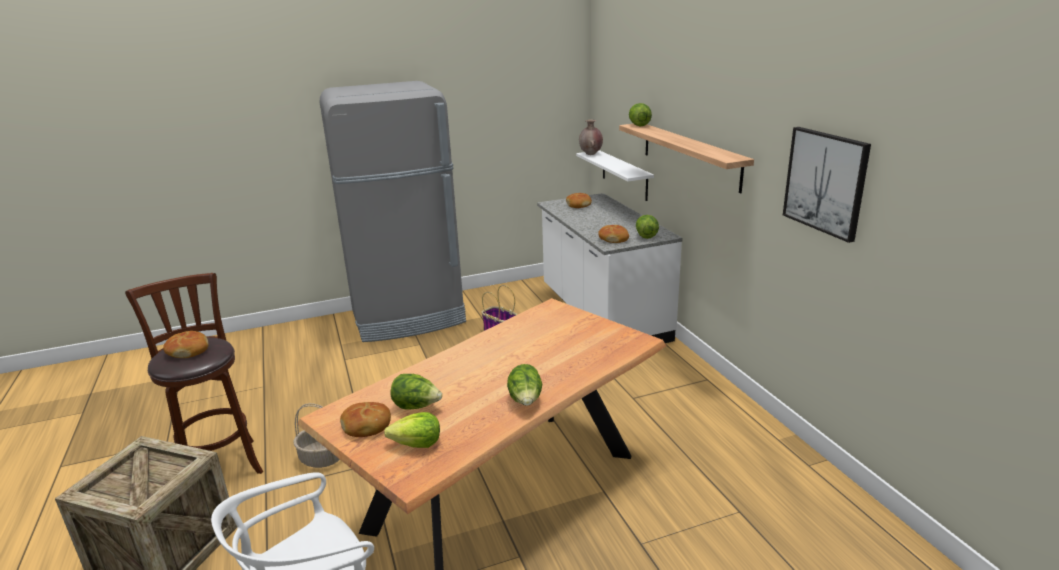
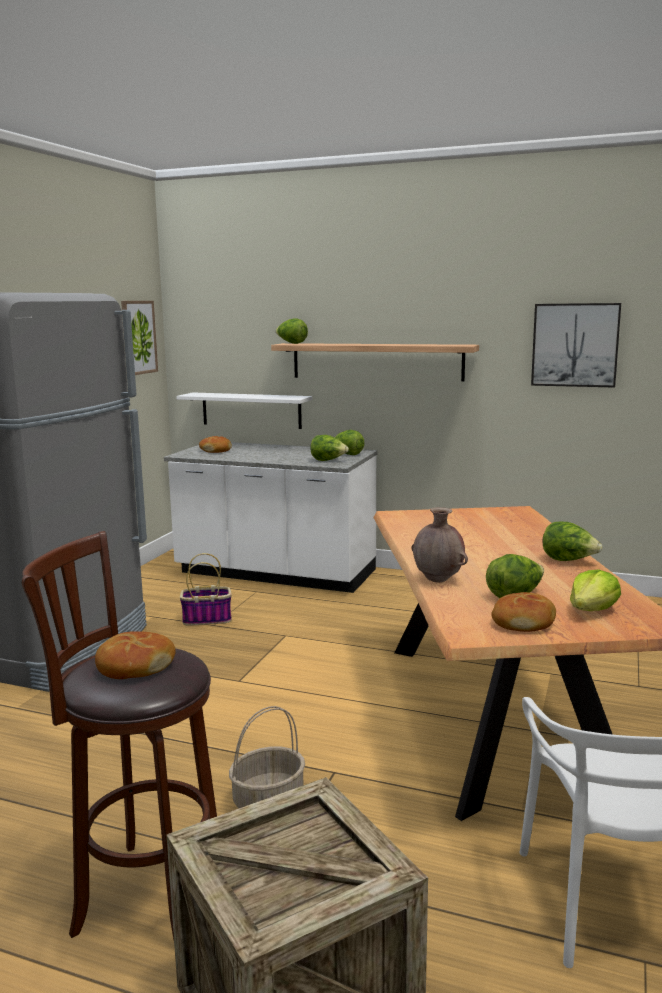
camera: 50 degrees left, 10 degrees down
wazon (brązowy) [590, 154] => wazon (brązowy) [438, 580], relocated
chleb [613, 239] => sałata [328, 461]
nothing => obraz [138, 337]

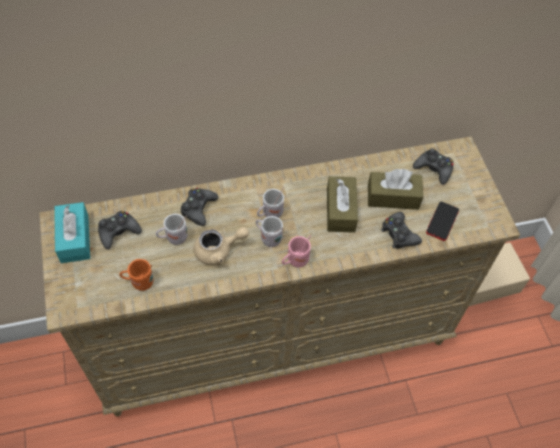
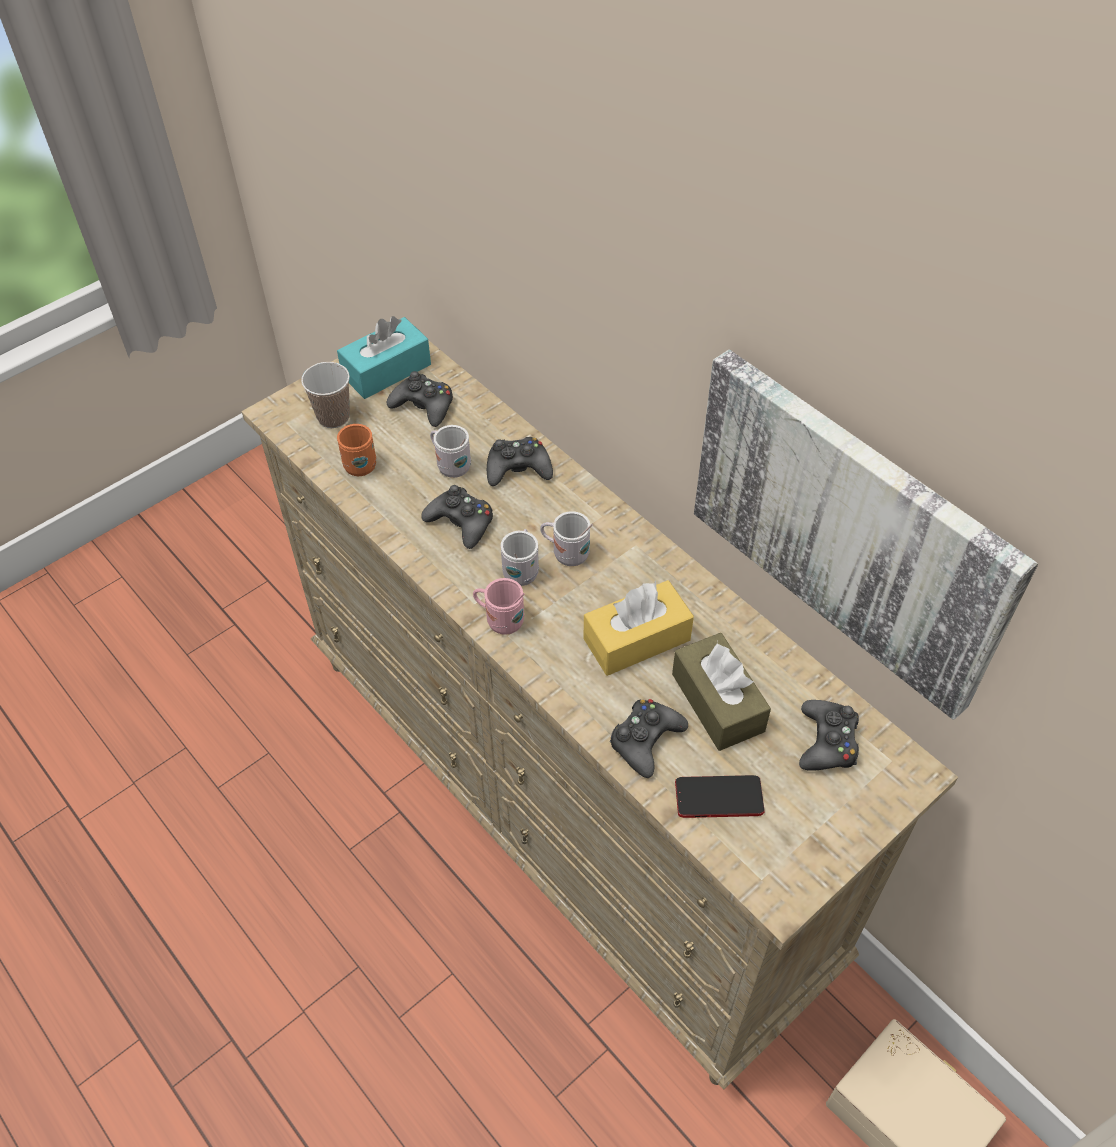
camera: 65 degrees right, 5 degrees down
pudełko chusteczek (brązowy) [340, 210] => pudełko chusteczek (żółty) [636, 639]
imbryk (beżowy) [218, 251] => pad do gier (czarny) [461, 522]
nothing => obraz [849, 529]
nothing => filiżanka [333, 417]

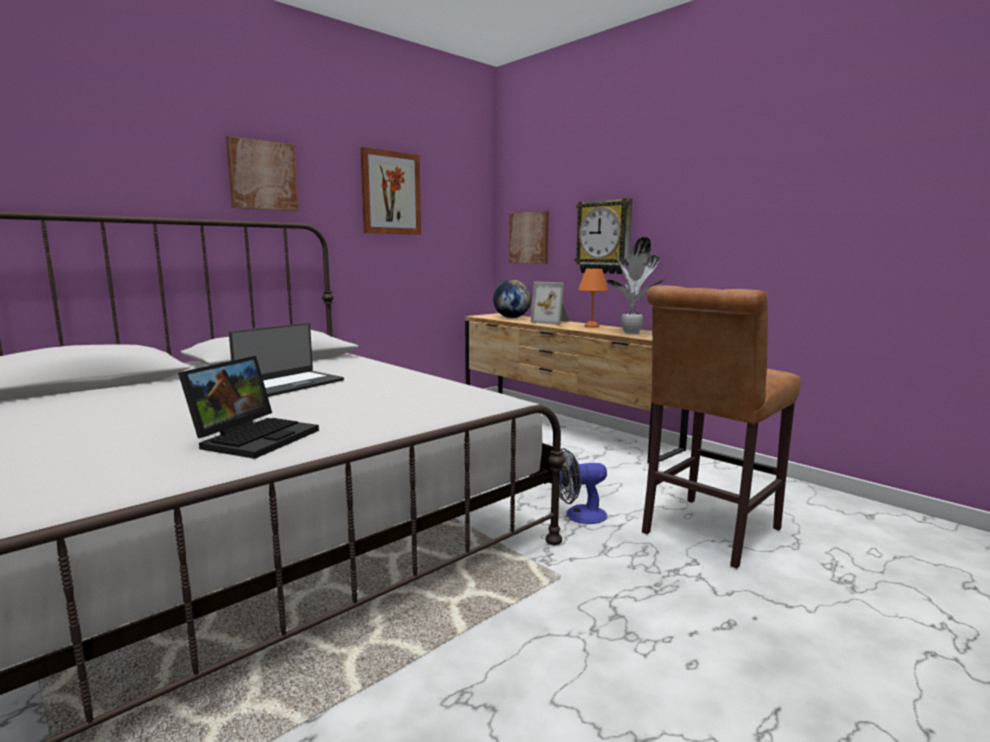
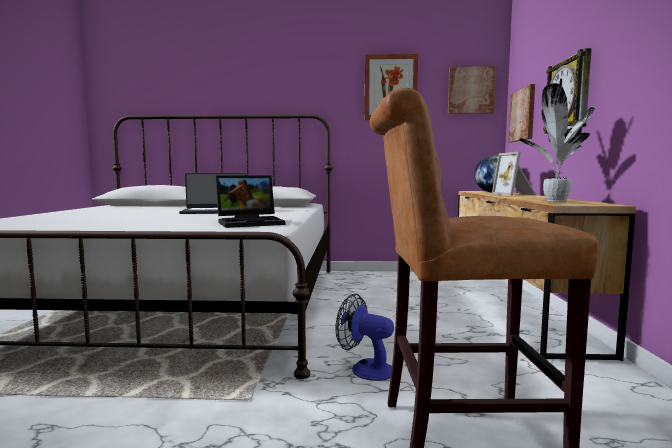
camera: 45 degrees right, 5 degrees down
obraz [263, 175] => obraz [471, 90], relocated
lampa stołowa (pomarańczowy) [592, 326] => nothing
laptop [255, 437] => laptop [251, 223], relocated

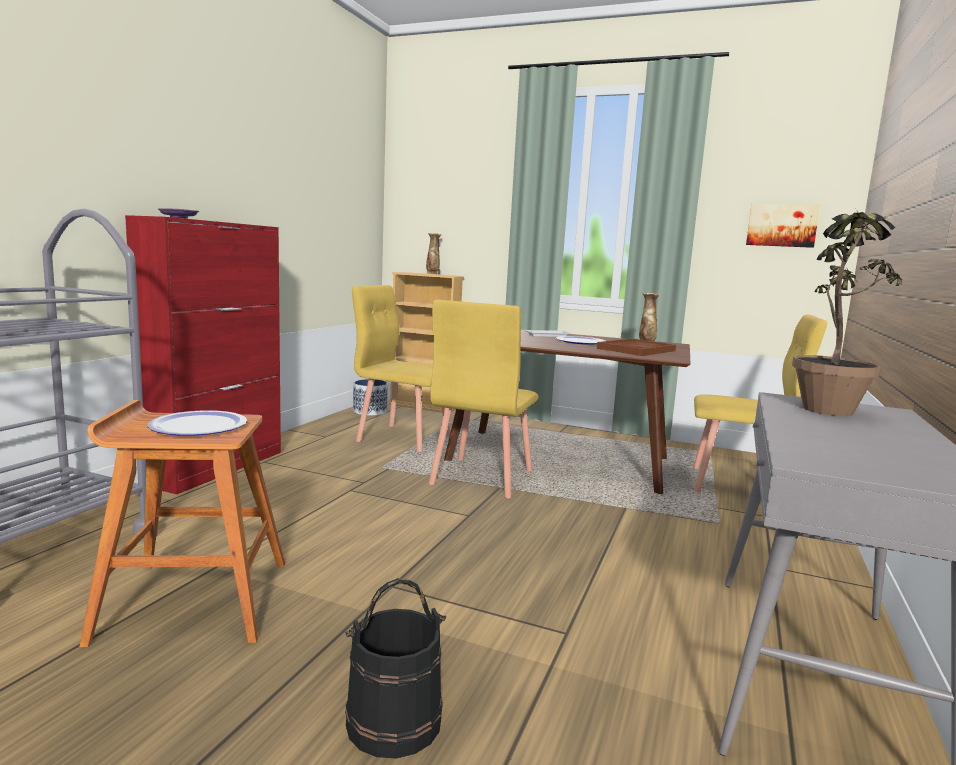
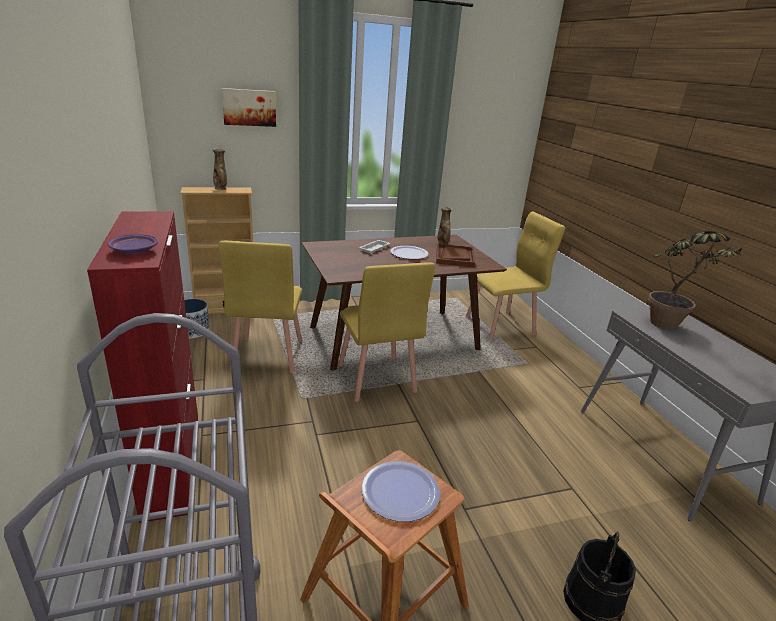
camera: 40 degrees left, 15 degrees up
obraz [781, 225] => obraz [249, 107], relocated
krzesło (żółty) [404, 438] => krzesło (żółty) [267, 355], 75 degrees counterclockwise

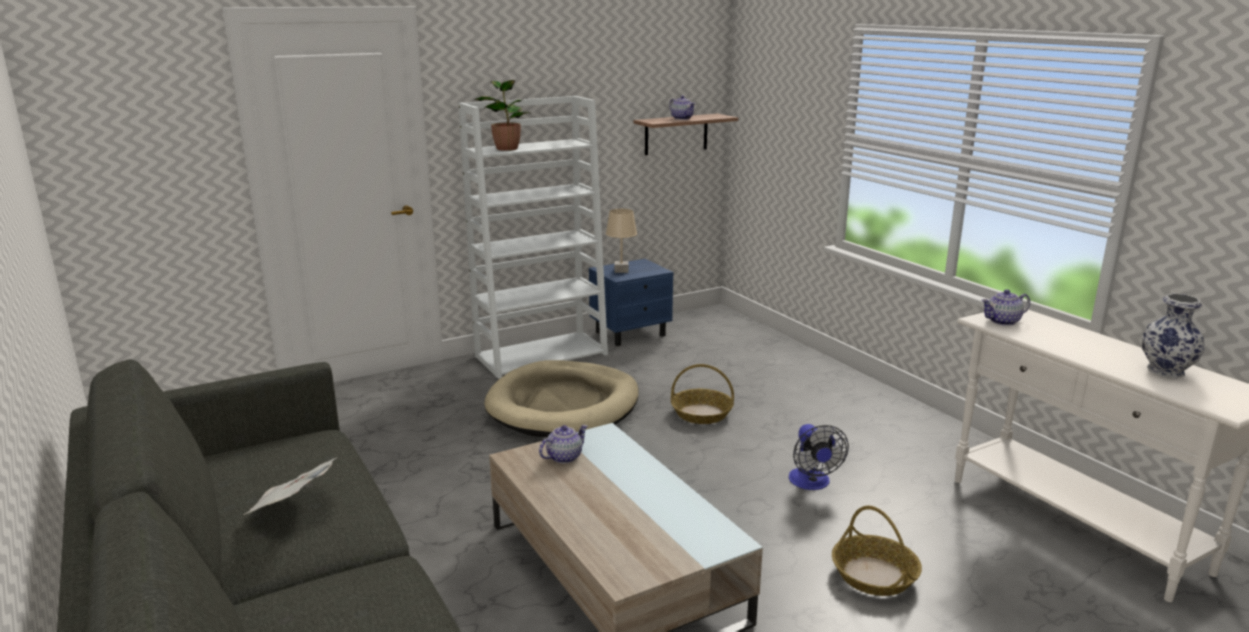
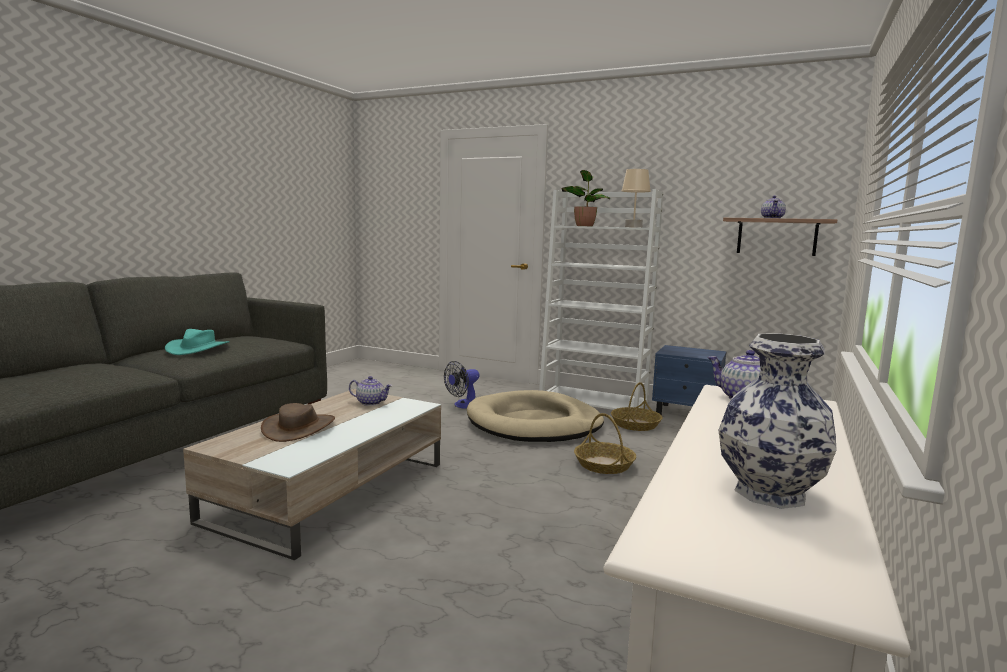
camera: 55 degrees right, 10 degrees down
lampa stołowa (beżowy) [621, 271] => lampa stołowa (beżowy) [633, 227], relocated
wentylator [811, 483] => wentylator [463, 405], relocated
gazeta [293, 507] => kapelusz (turkusowy) [198, 348]
koszyk [874, 575] => koszyk [635, 425], relocated
nothing => kapelusz (brązowy) [299, 428]

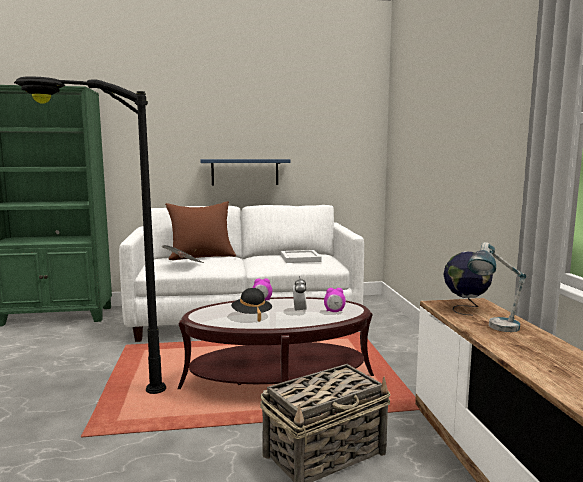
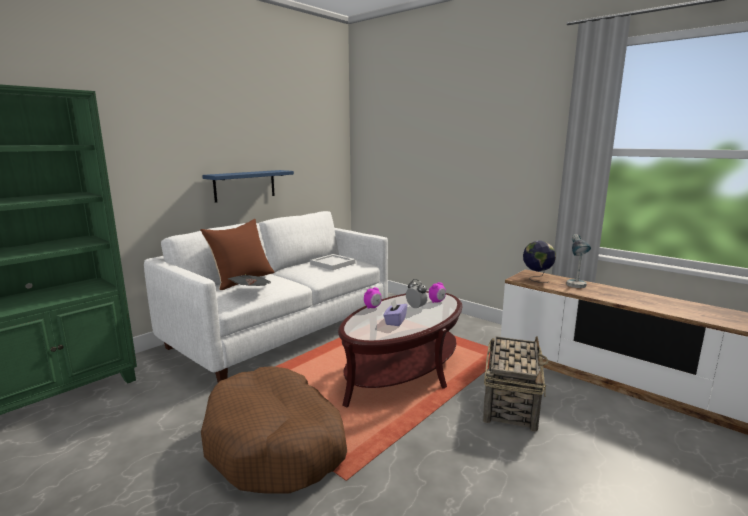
camera: 40 degrees left, 5 degrees up
lampa stojąca (czarny) [92, 392] => legowisko (brązowy) [276, 444]
kapelusz (czarny) [251, 315] => pudełko chusteczek (fioletowy) [395, 321]

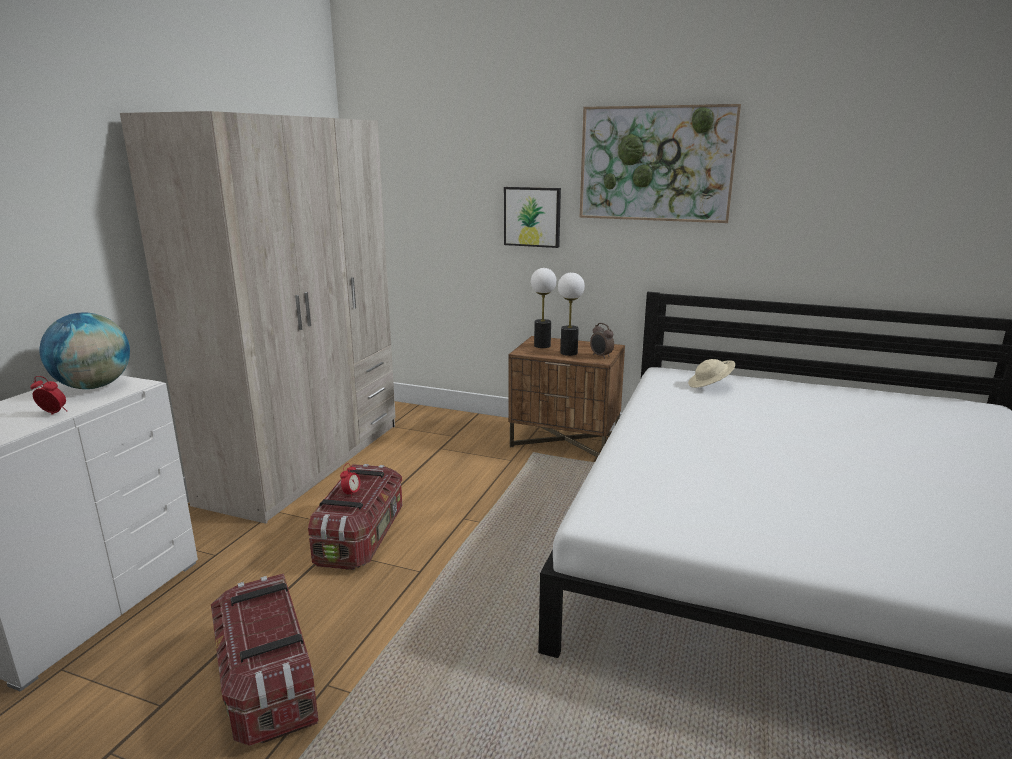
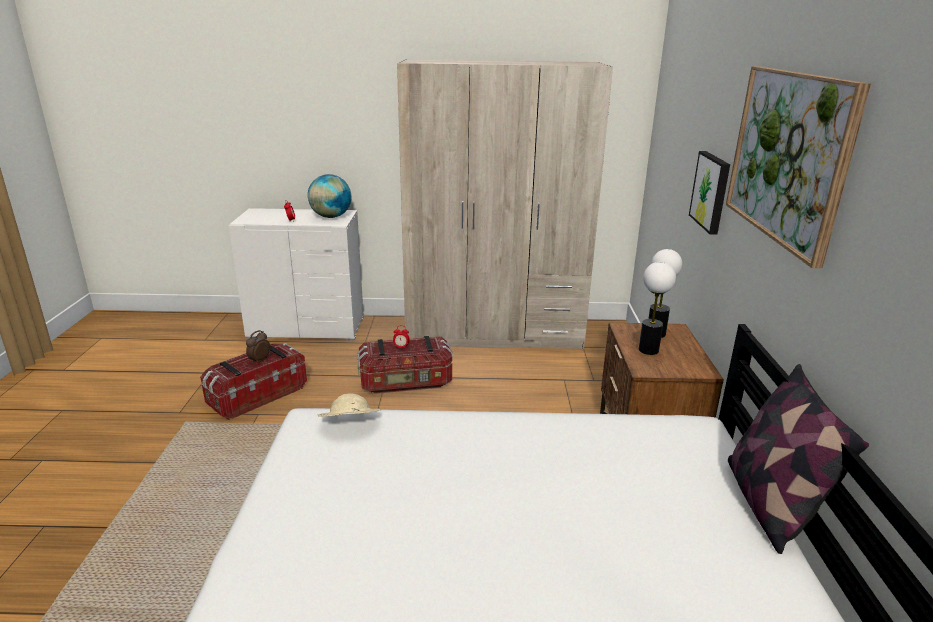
camera: 70 degrees right, 5 degrees up
budzik [601, 356] => budzik [259, 361], relocated
kapelusz (beżowy) [710, 385] => kapelusz (beżowy) [350, 425], relocated
nothing => poduszka [769, 504]

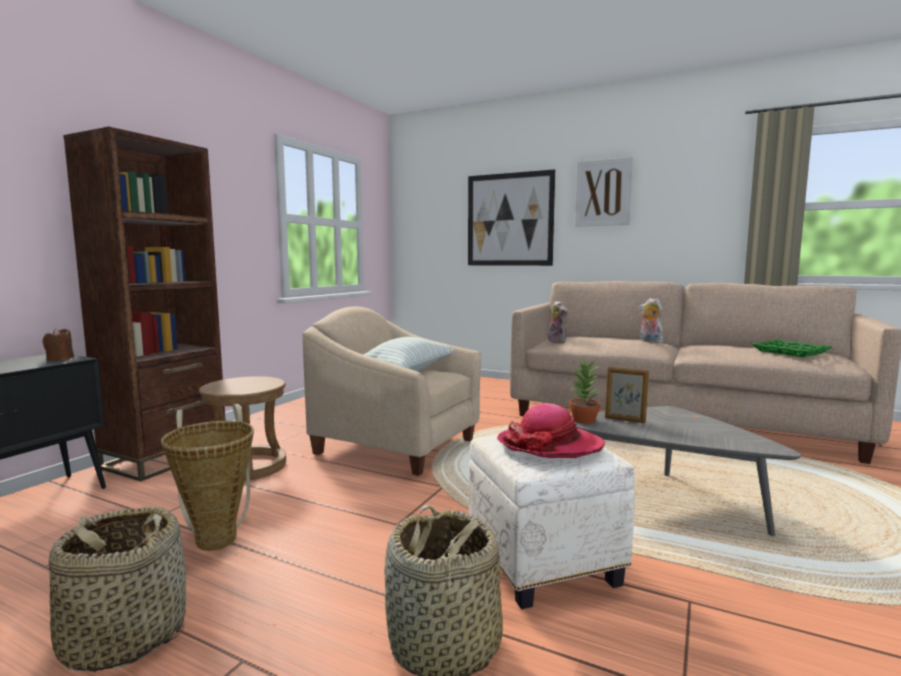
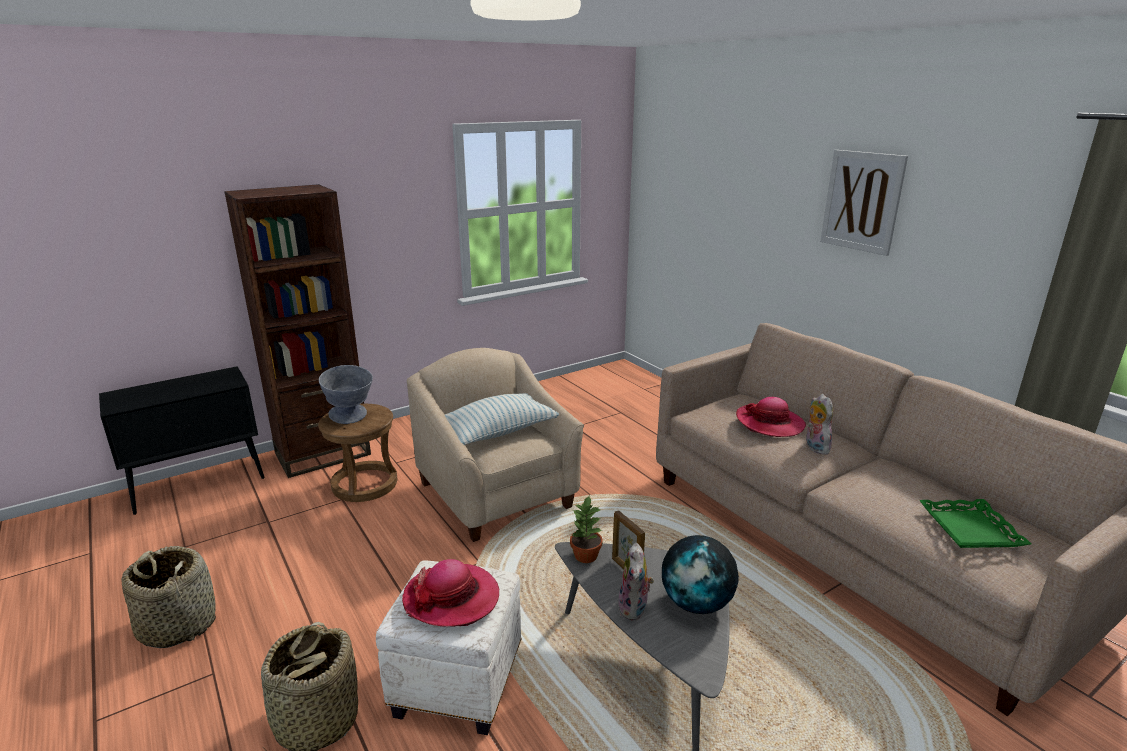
camera: 30 degrees right, 15 degrees up
obraz [509, 219] => nothing
pluszak [558, 341] => pluszak [635, 609], relocated
świeca (brązowy) [60, 358] => nothing
koszyk [217, 536] => nothing
nothing => miska (szary) [351, 418]
nothing => kapelusz [769, 423]
nothing => globus [697, 603]

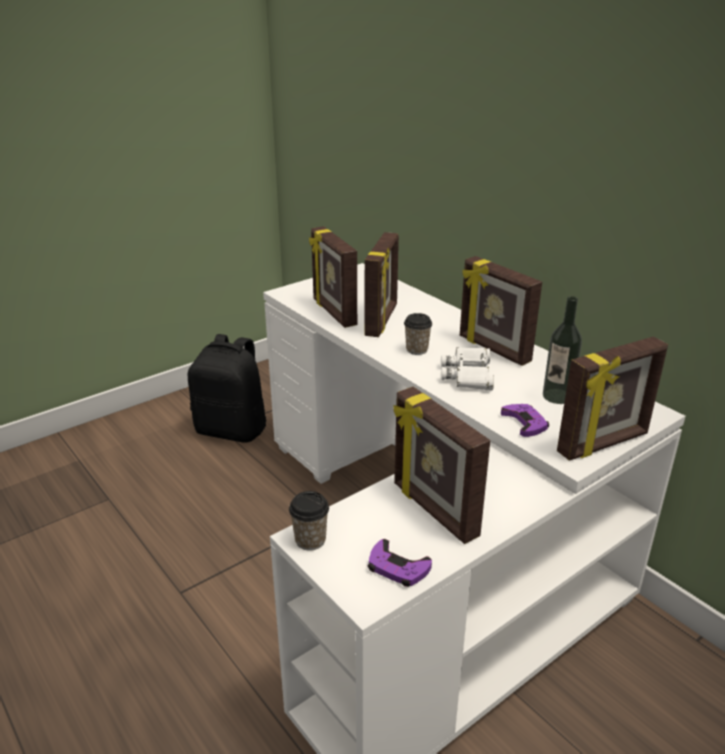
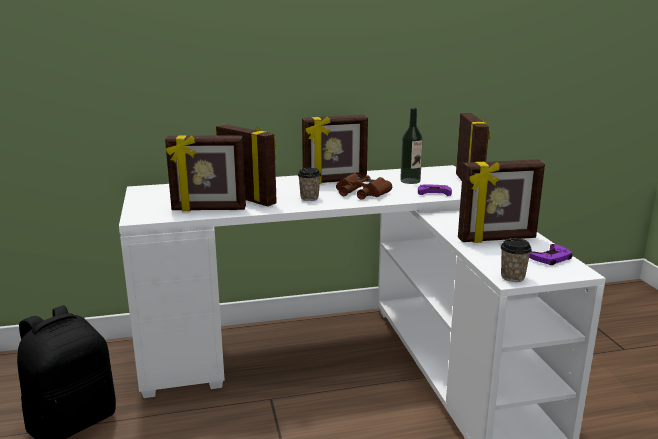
camera: 65 degrees left, 10 degrees down
lornetka (biały) [468, 374] => lornetka (brązowy) [361, 193]

